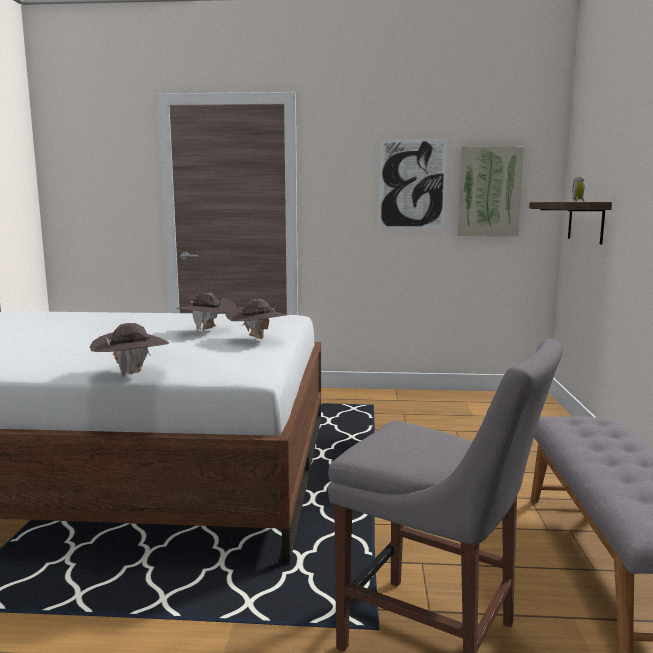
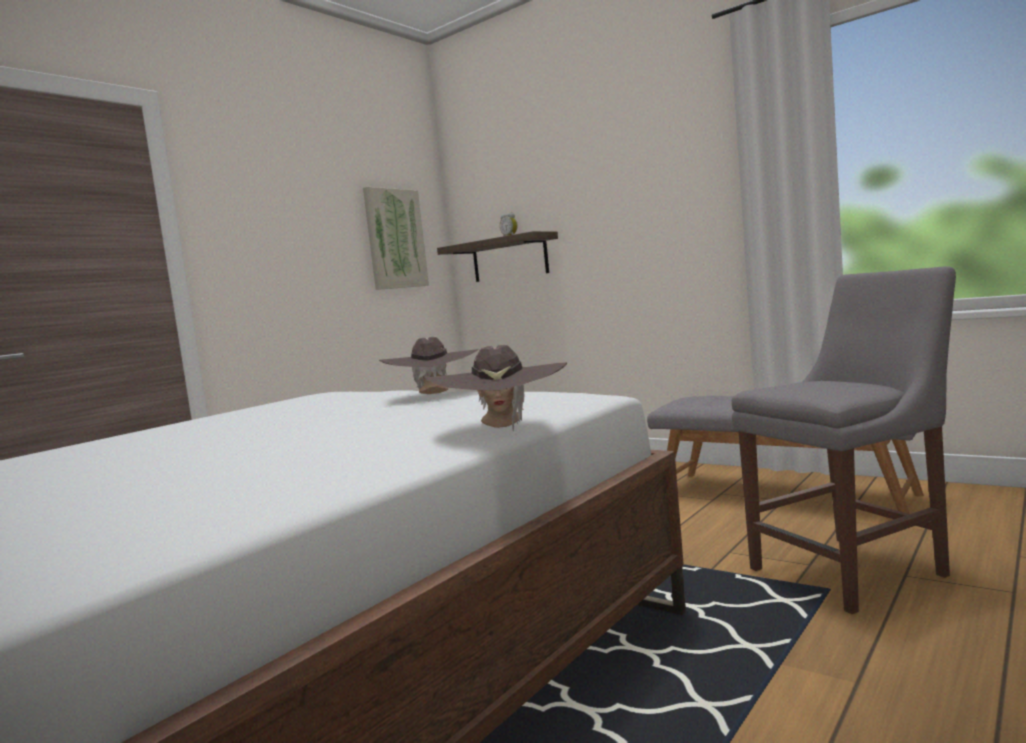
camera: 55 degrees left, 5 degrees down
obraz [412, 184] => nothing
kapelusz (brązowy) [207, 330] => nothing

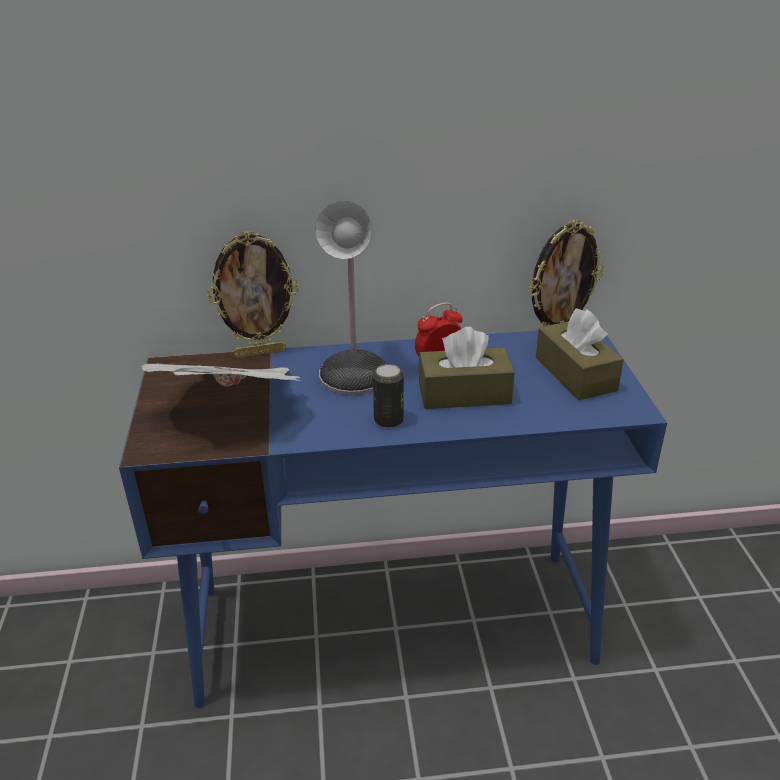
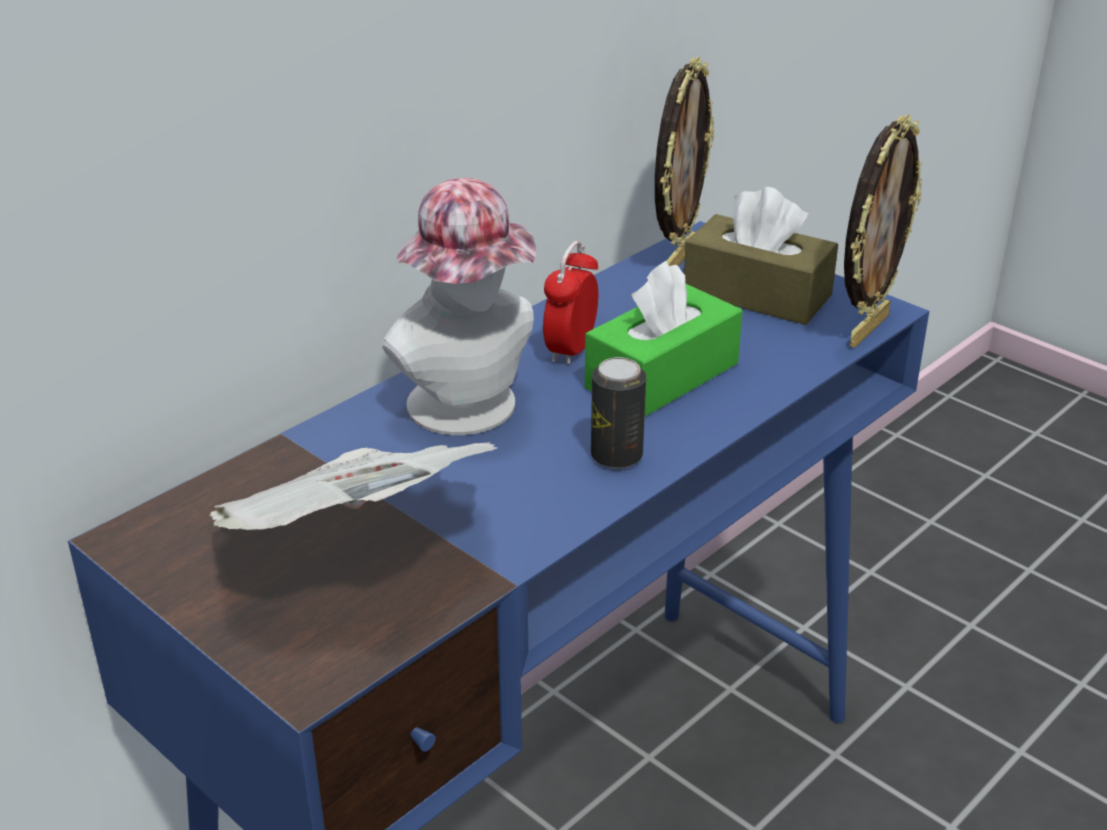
camera: 40 degrees left, 0 degrees up
lampa stołowa [355, 372] => kapelusz [471, 411]
ramka na zdjęcie [260, 352] => ramka na zdjęcie [866, 329], relocated
pudełko chusteczek (brązowy) [464, 394] => pudełko chusteczek (zielony) [662, 376]

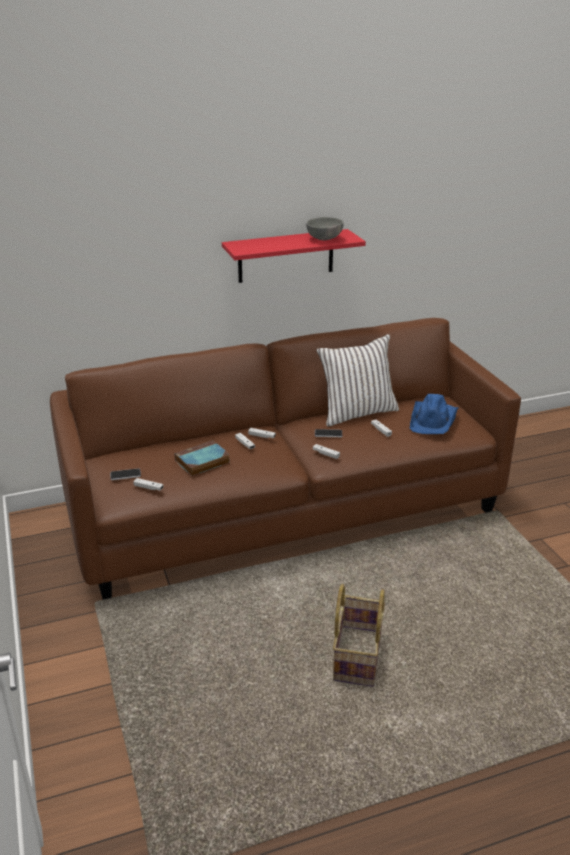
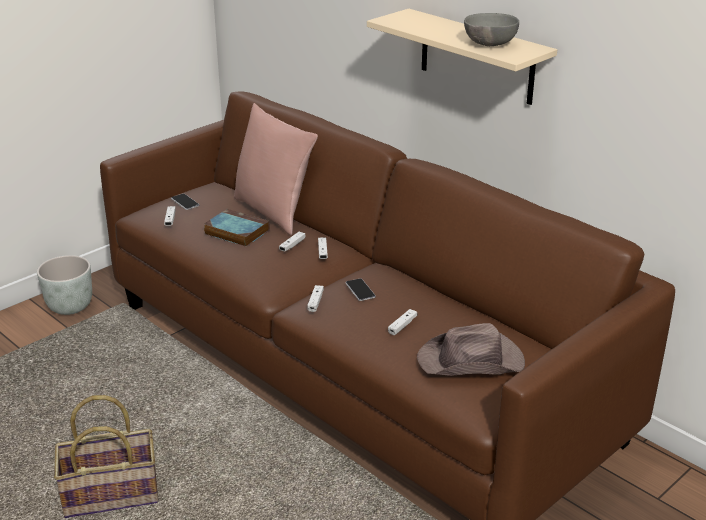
camera: 65 degrees right, 0 degrees up
półka (czerwony) [286, 256] => półka (beżowy) [476, 57]
poduszka (biały) [357, 412] => nothing
kapelusz (niebieski) [433, 419] => kapelusz (brązowy) [472, 361]
nothing => poduszka (różowy) [274, 212]
nothing => donica (szary) [70, 307]

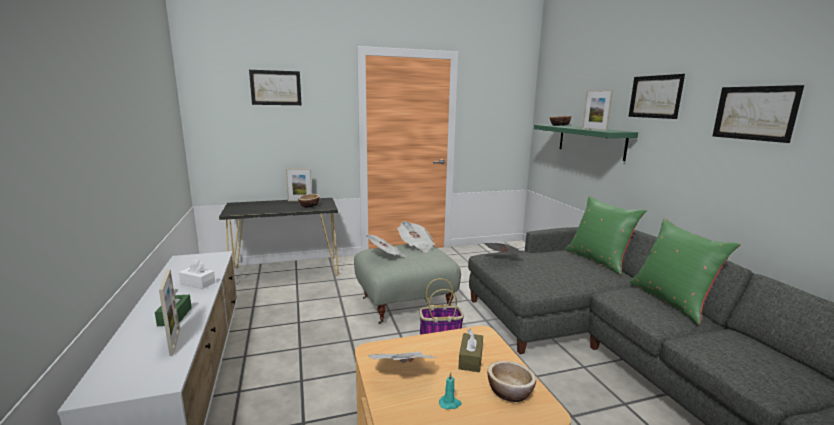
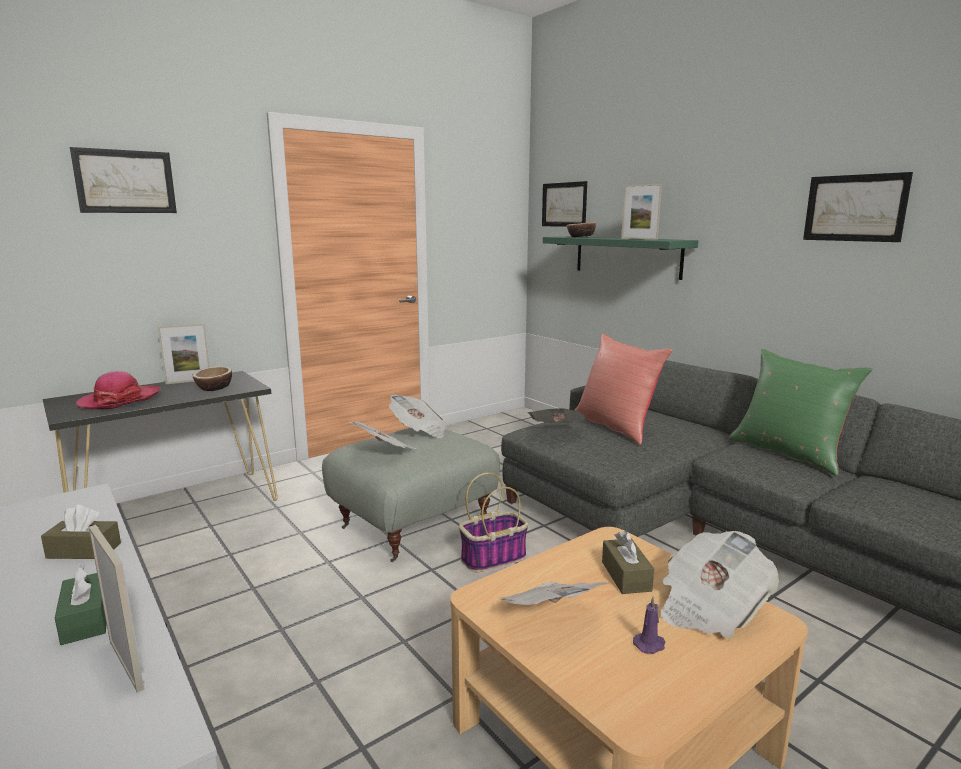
camera: 20 degrees left, 0 degrees up
obraz [655, 96] => obraz [564, 204], relocated
poduszka (zielony) [598, 260] => nothing
pudełko chusteczek (biały) [197, 283] => pudełko chusteczek (brązowy) [84, 551]
miska [510, 392] => gazeta [709, 608]
świeca (turkusowy) [450, 403] => świeca (fioletowy) [650, 644]
nothing => poduszka (czerwony) [616, 427]
nothing => kapelusz [120, 400]

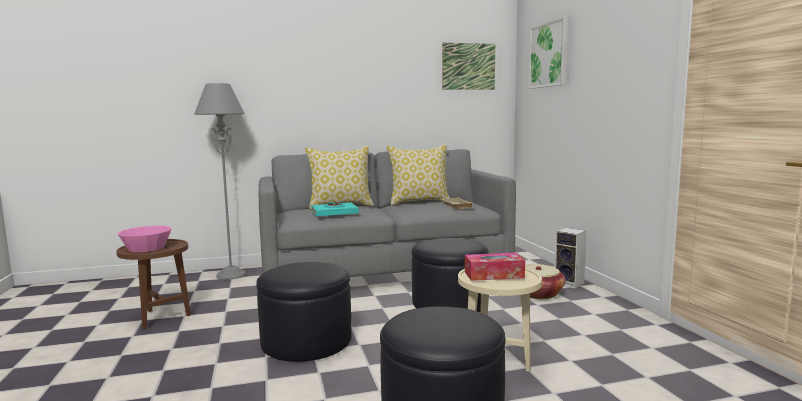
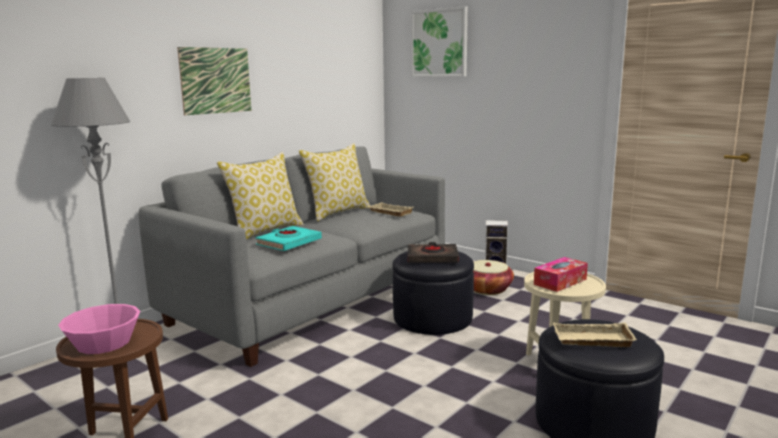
camera: 35 degrees left, 5 degrees up
obraz [468, 66] => obraz [216, 80], relocated
pufa (czarny) [307, 341] => nothing
nothing => książka (czarny) [432, 257]
nothing => taca (beżowy) [592, 341]

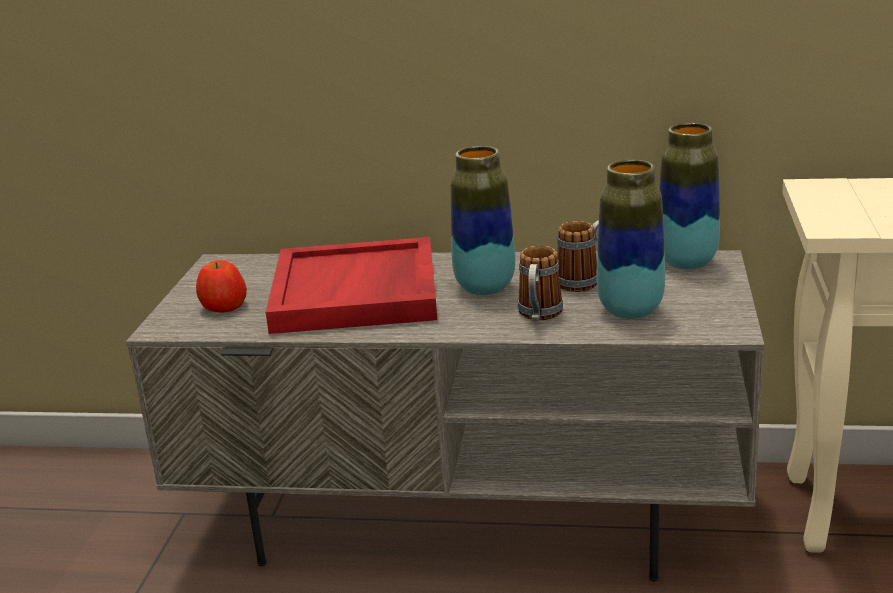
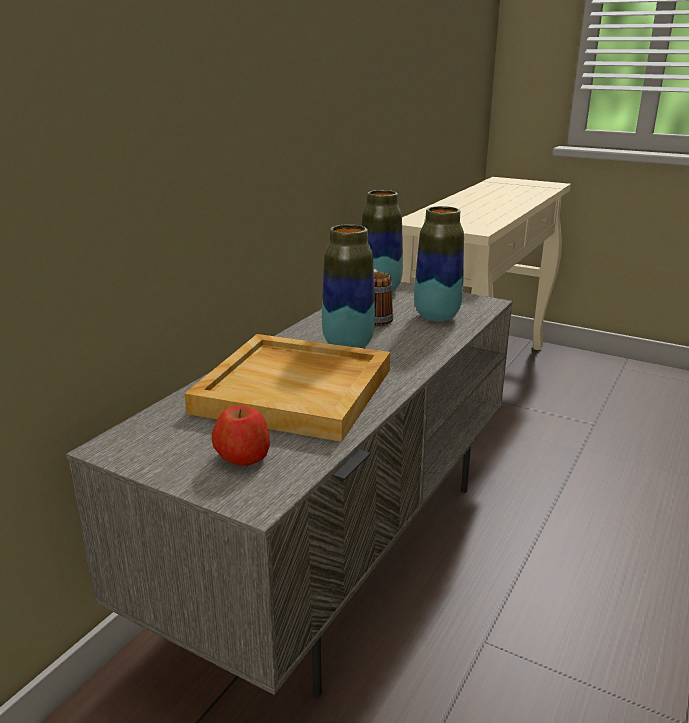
camera: 70 degrees left, 0 degrees up
taca (czerwony) [357, 293] => taca (beżowy) [296, 390]
kubek [538, 316] => nothing

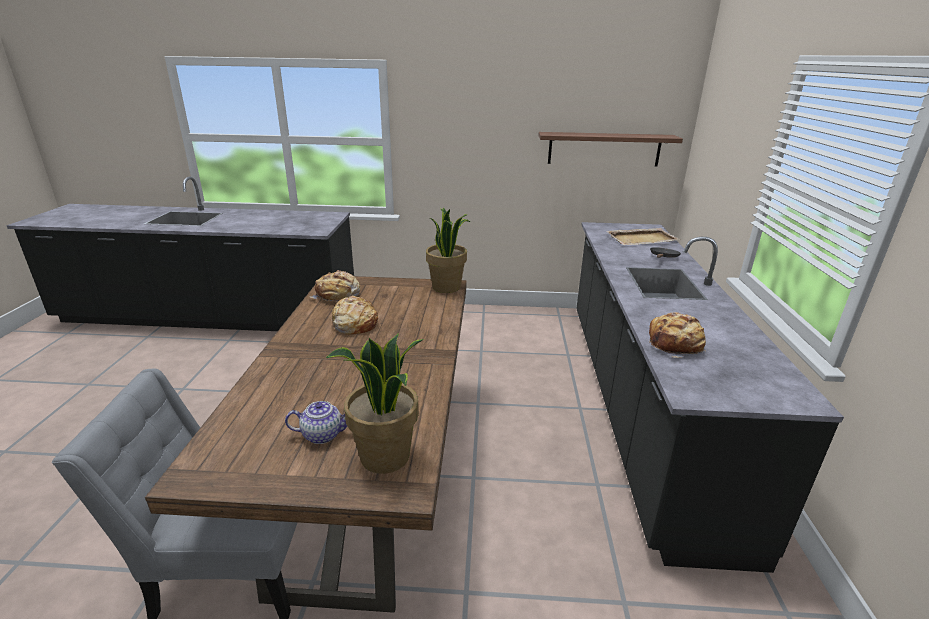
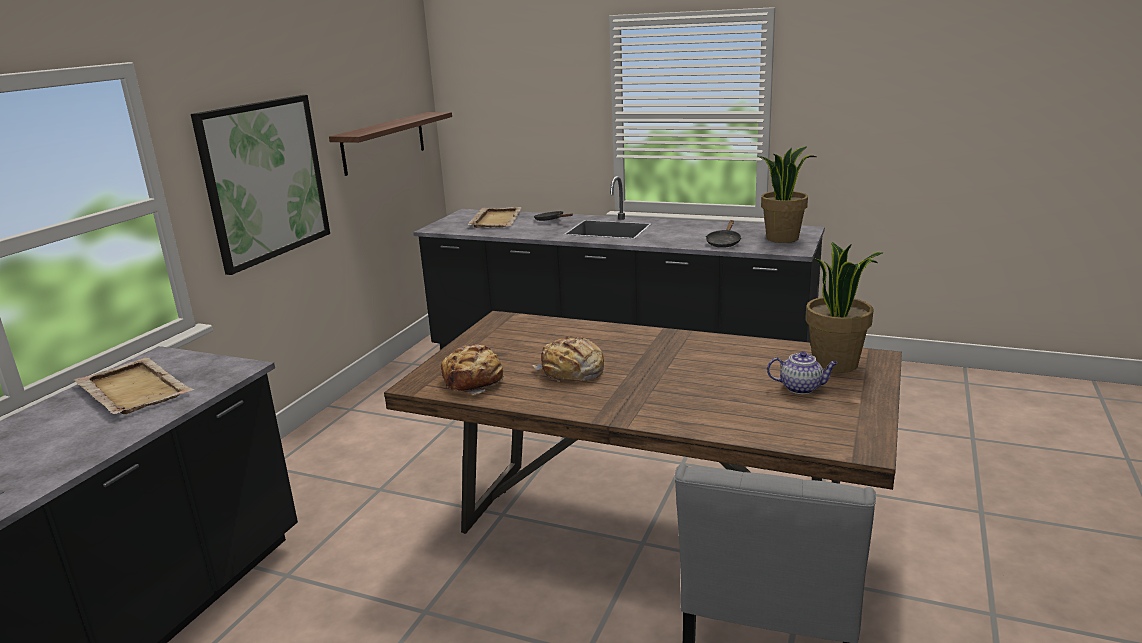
camera: 70 degrees left, 5 degrees down
roślina doniczkowa [447, 287] => roślina doniczkowa [782, 238], relocated
chleb [675, 344] => patelnia (czarny) [724, 242]
imbryk [323, 434] => imbryk [801, 388], 90 degrees clockwise
nothing => obraz [265, 180]
nothing => taca (beżowy) [133, 389]

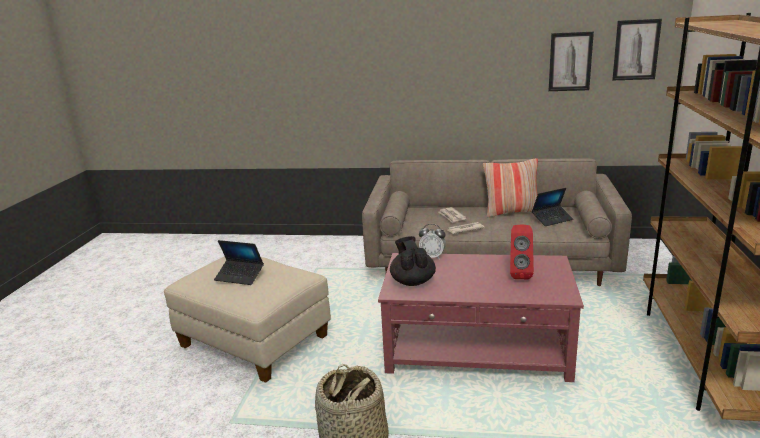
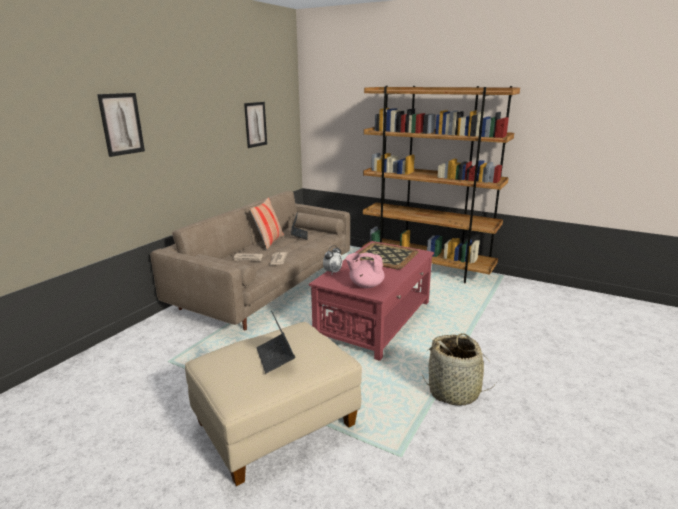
camera: 70 degrees left, 0 degrees up
obraz [636, 50] => obraz [121, 124], relocated
głośnik (czerwony) [519, 274] => taca [385, 256]
imbryk (czarny) [412, 281] => imbryk (różowy) [365, 285]
laptop [239, 276] => laptop [275, 357], 120 degrees clockwise

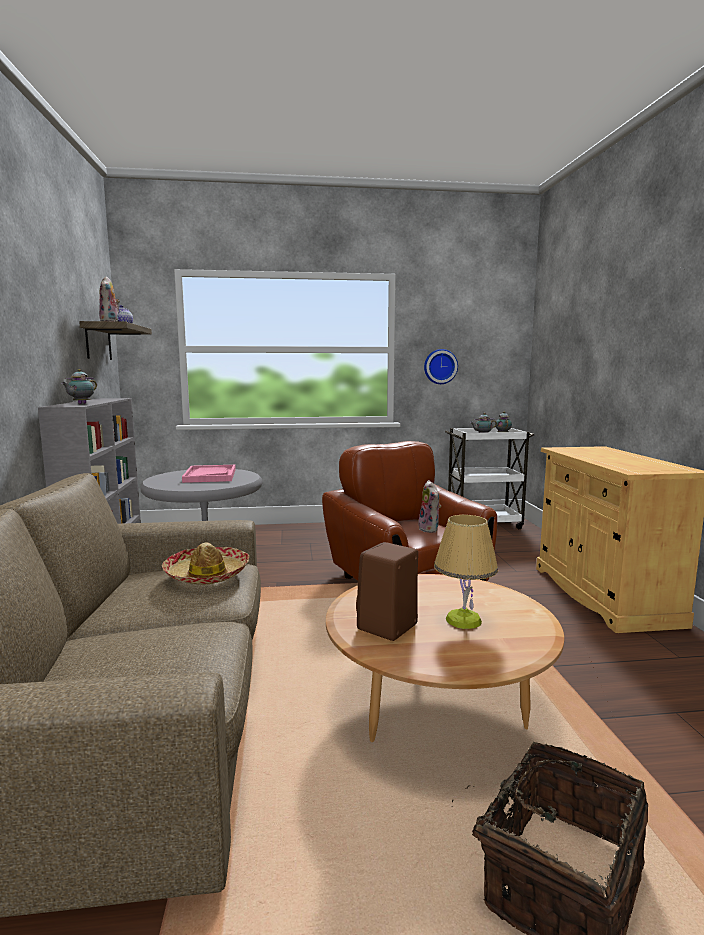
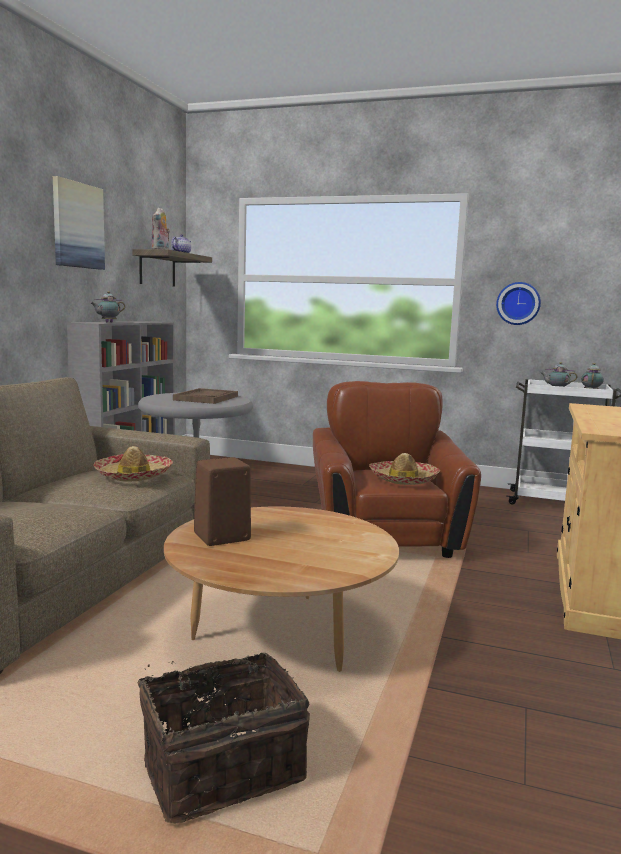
camera: 25 degrees right, 0 degrees up
taca (różowy) [210, 475] => taca (brązowy) [206, 398]
pluszak [430, 529] => kapelusz [403, 480]
lampa stołowa [463, 620] => nothing
nothing => obraz [77, 225]

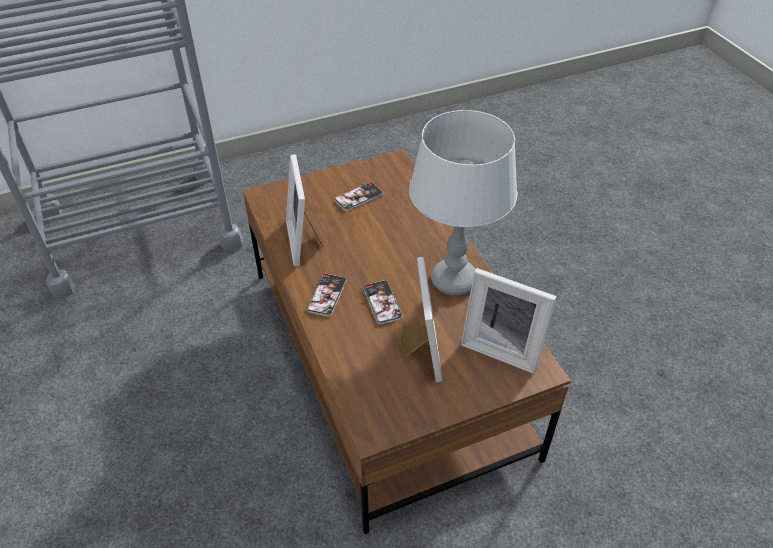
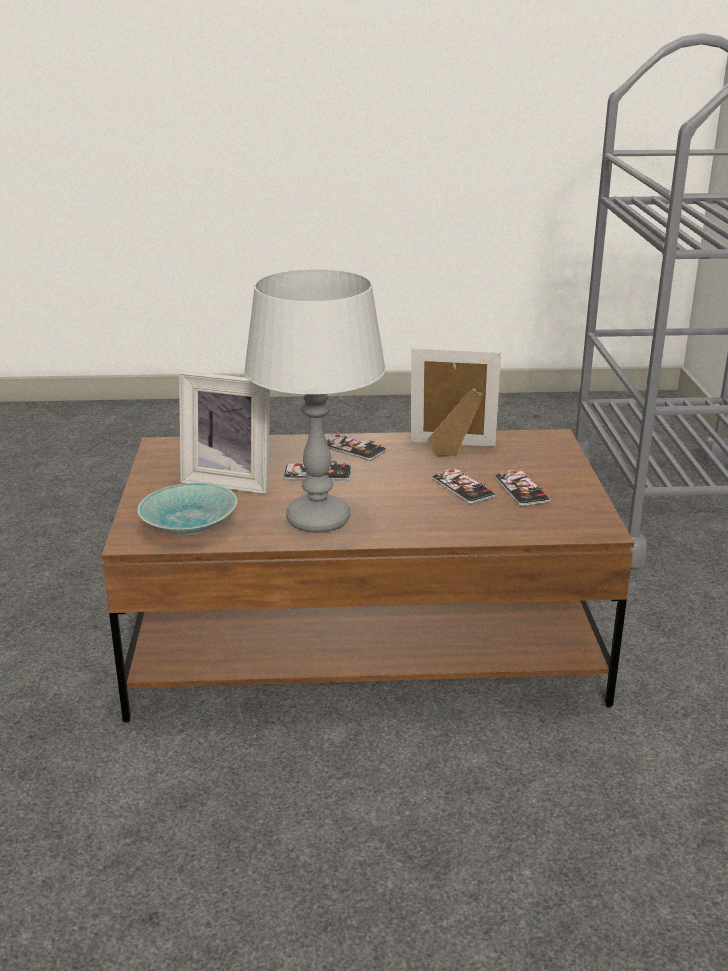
camera: 110 degrees right, 20 degrees down
ramka na zdjęcie [502, 347] => miska (turkusowy) [188, 526]
nothing => telefon [463, 488]

